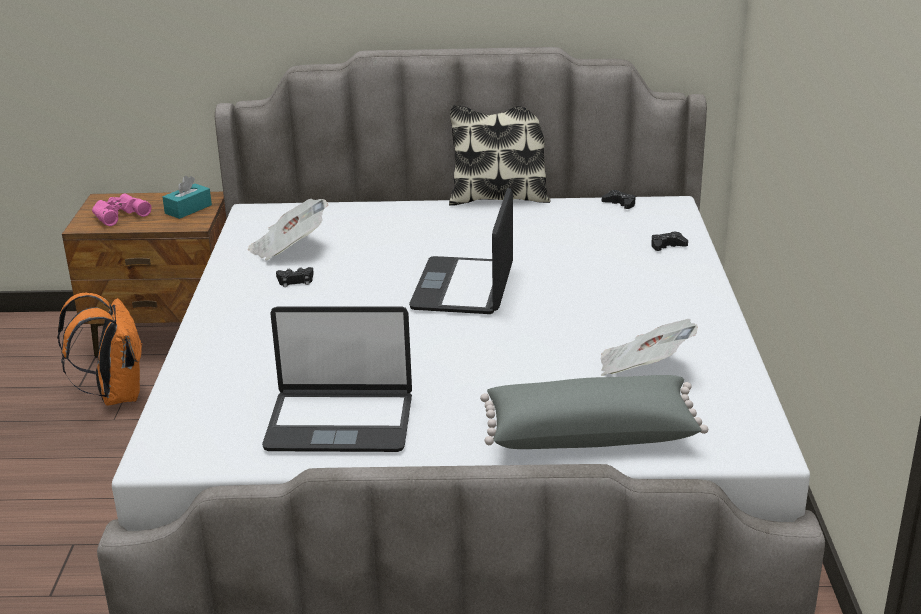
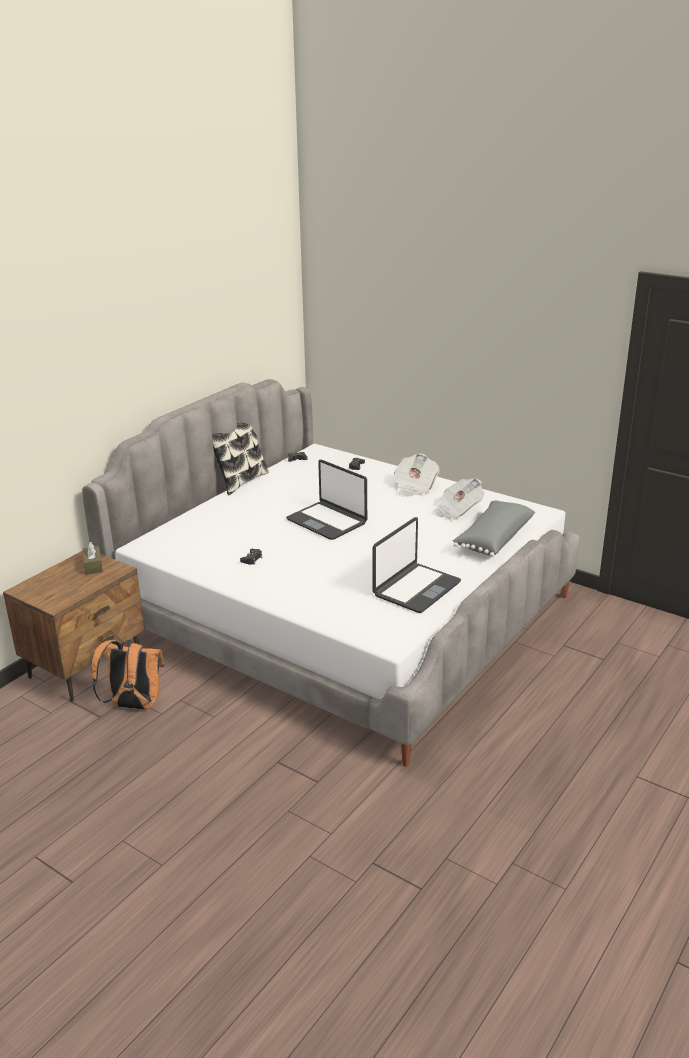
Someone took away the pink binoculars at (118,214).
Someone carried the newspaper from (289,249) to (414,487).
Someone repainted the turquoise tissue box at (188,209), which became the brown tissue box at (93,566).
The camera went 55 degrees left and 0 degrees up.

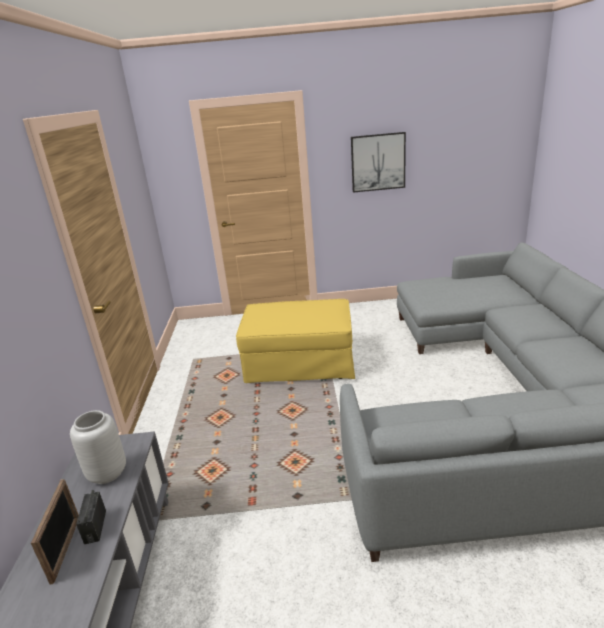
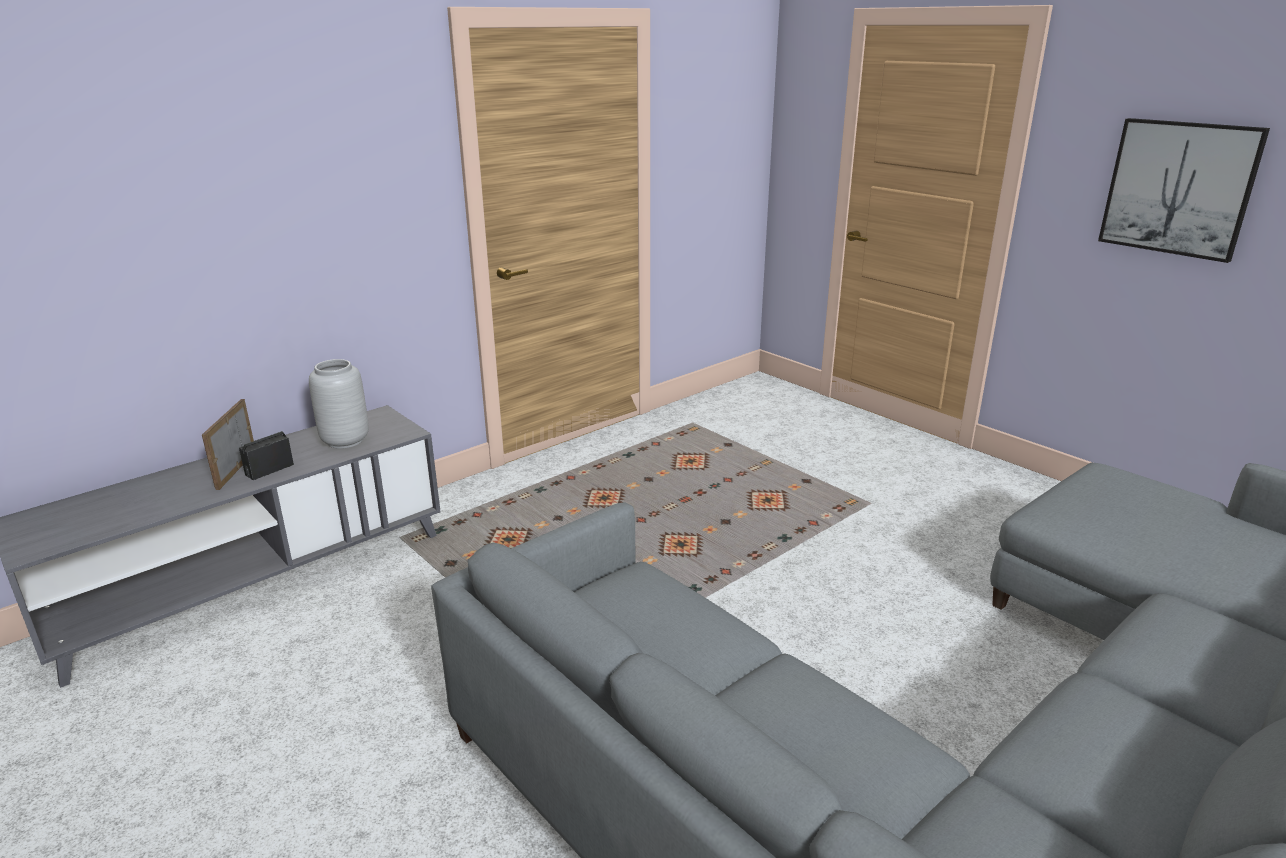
Someone took away the yellow ottoman at (299,363).
Someone rotated the picture frame at (66,548) by 135 degrees clockwise.
The camera went 50 degrees right and 0 degrees up.

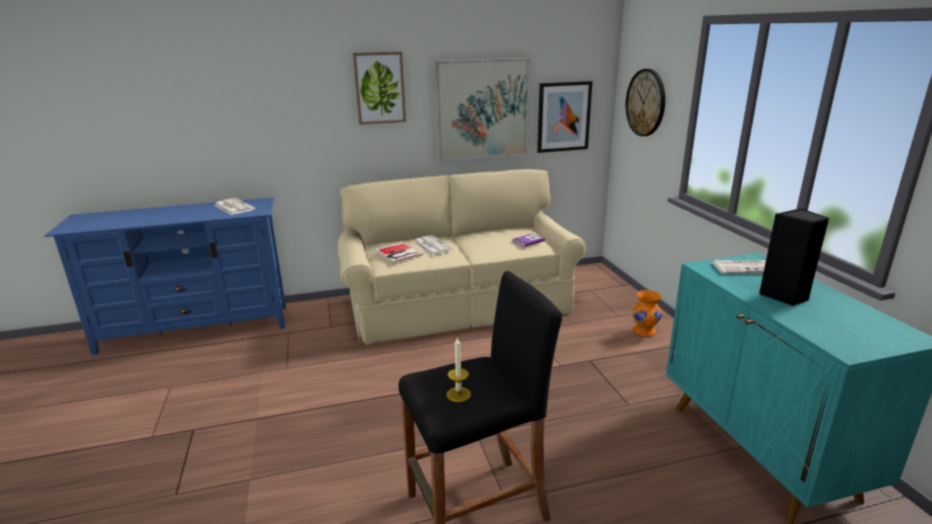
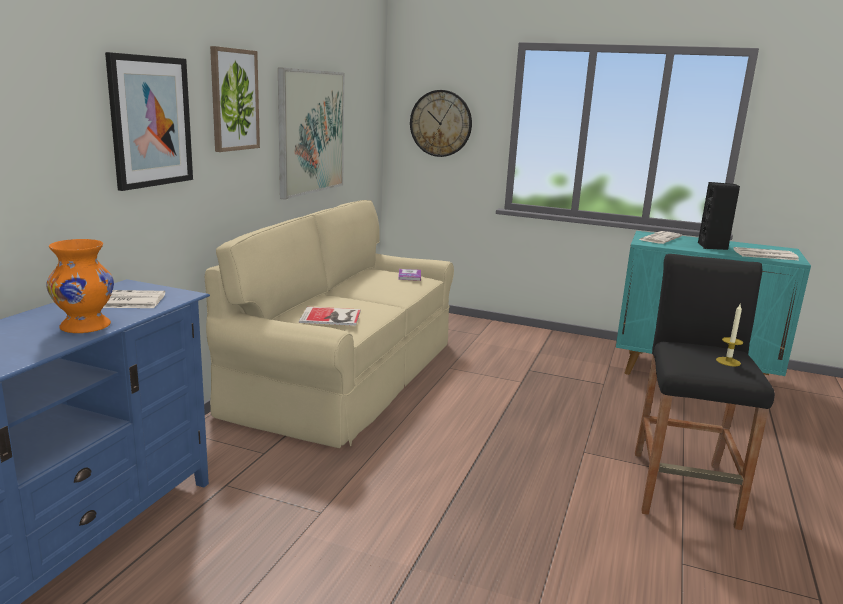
Someone carried the newspaper from (431,246) to (764,255).
Someone carried the picture from (563,116) to (150,121).
Someone carried the orange vase from (643,331) to (84,326).
The camera went 55 degrees left and 5 degrees down.

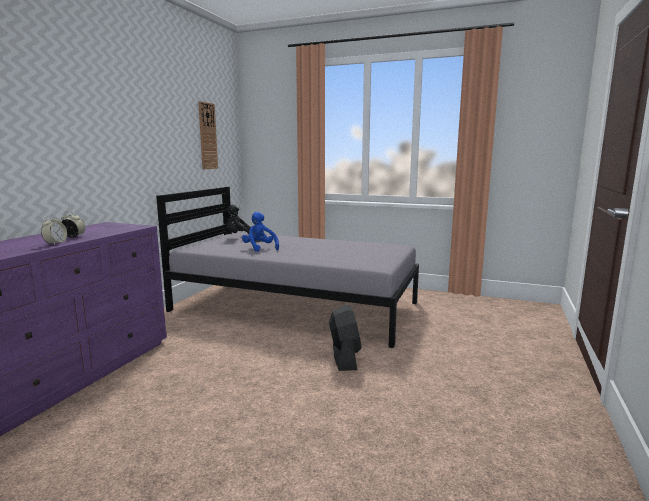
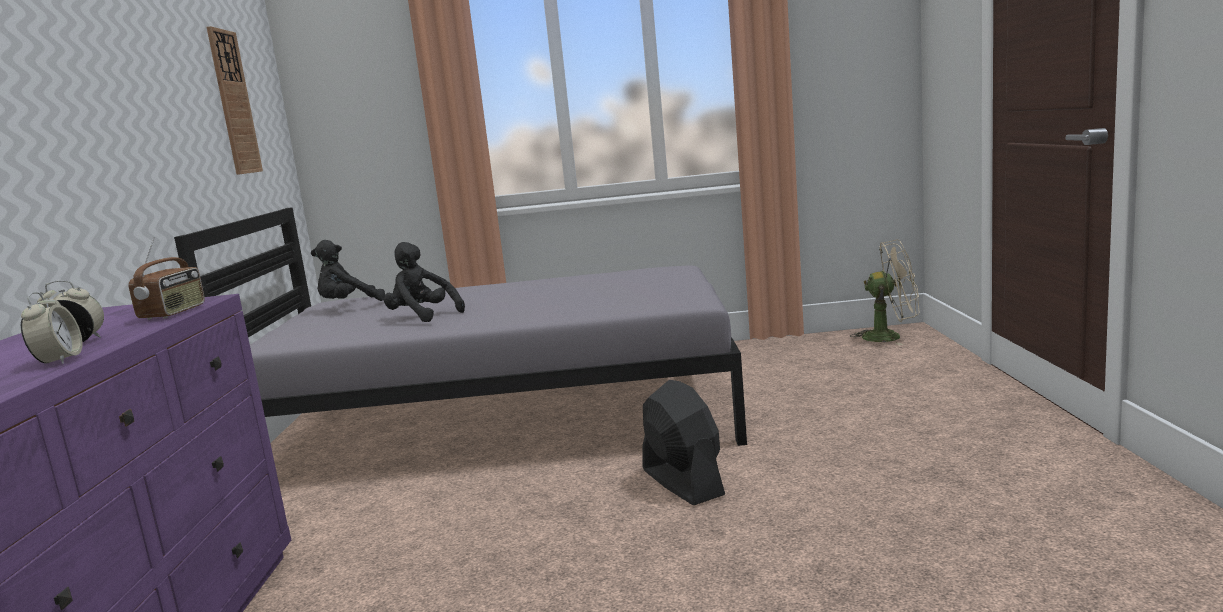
Someone put down the radio at (174,313).
Someone put down the beige fan at (890,337).
Someone repainted the blue plush toy at (260,248), which became the black plush toy at (422,317).
The camera went 20 degrees left and 0 degrees up.

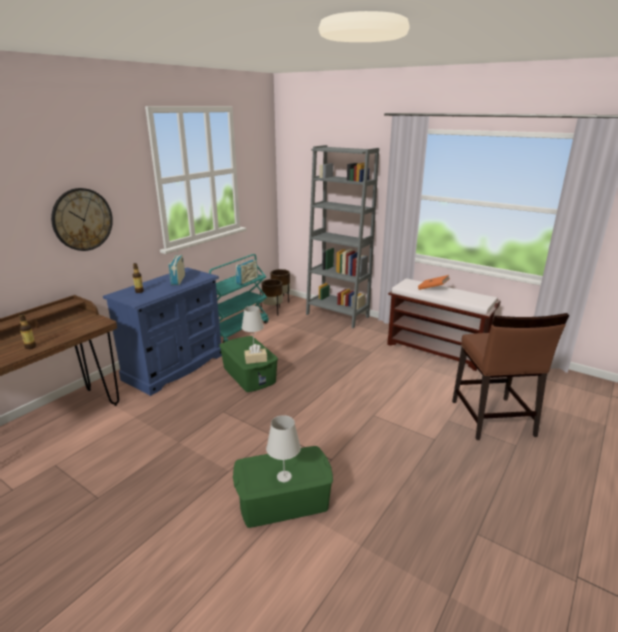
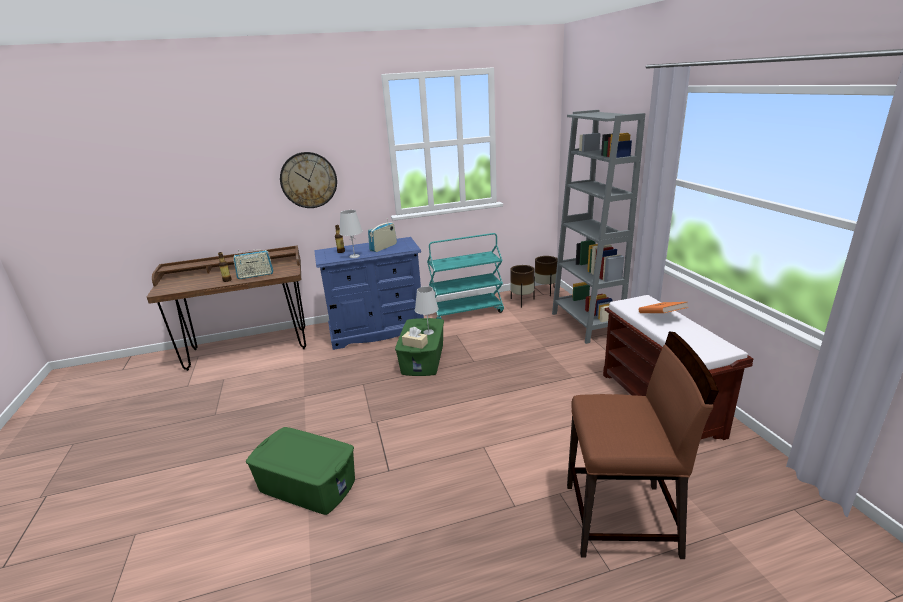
Someone carried the radio from (247,280) to (255,275).
Someone carried the white table lamp from (284,476) to (354,256).
Someone rotated the brown chair at (492,418) by 120 degrees counterclockwise.
The camera went 40 degrees right and 0 degrees up.

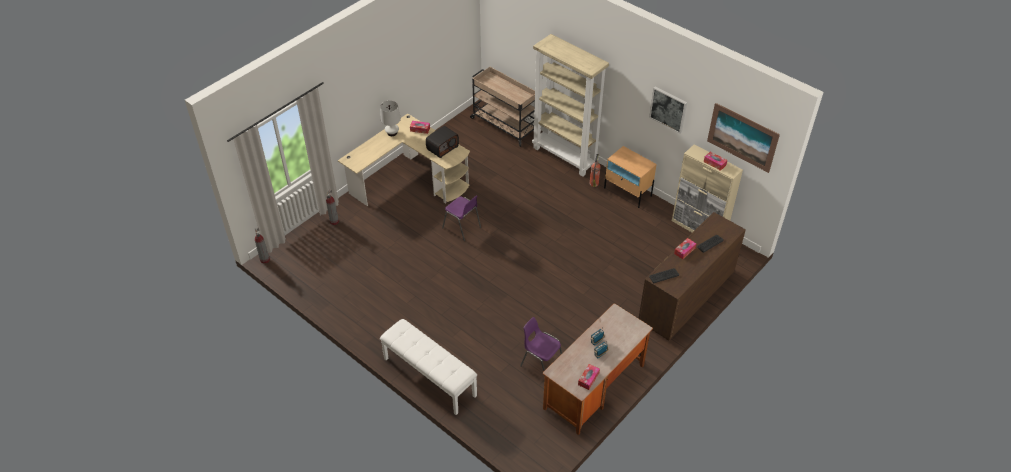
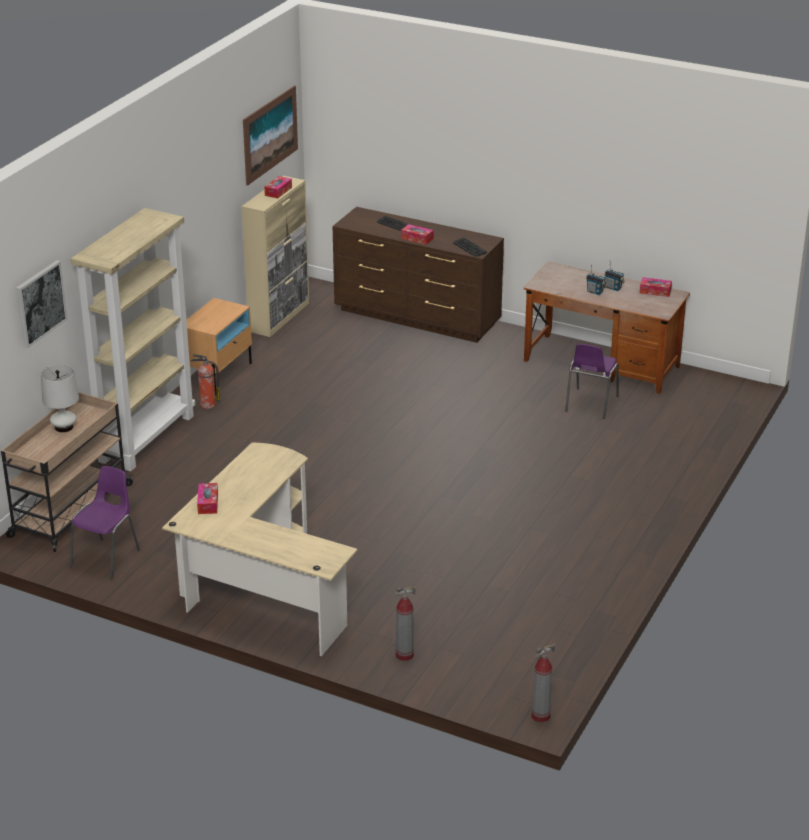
Someone took away the white bench at (429,377).
Someone took away the radio at (442,148).
Someone carried the white table lamp from (392,133) to (64,427).
Someone carried the purple chair from (462,228) to (107,558).
Someone carried the picture from (668,109) to (40,303).
The camera went 105 degrees left and 15 degrees down.

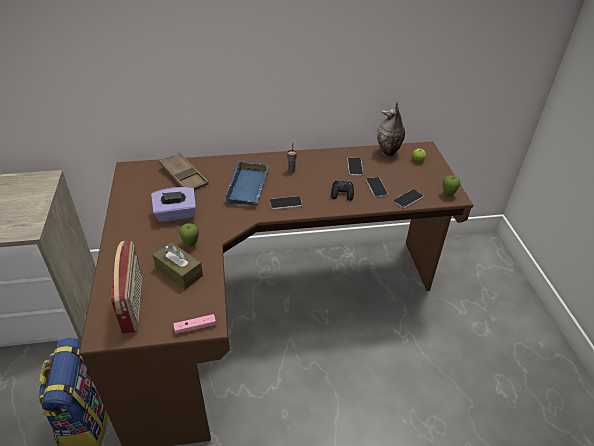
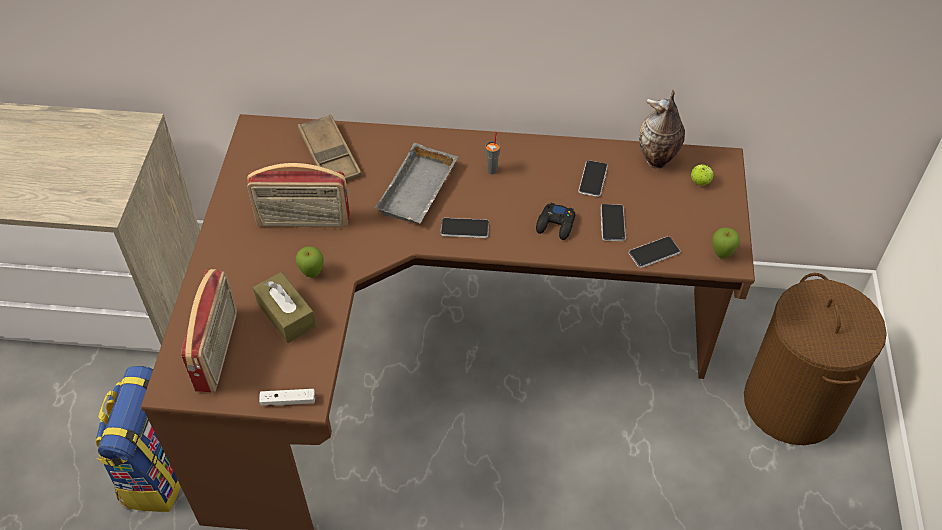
Someone put down the brown laundry basket at (792,404).
Someone swapped the purple tissue box at (176,215) for the radio at (303,221).
Someone repainted the pink game controller at (195,327), which became the white game controller at (288,401).
Someone repainted the blue tray at (249,188), which became the grey tray at (419,192).
The camera went 15 degrees right and 10 degrees up.

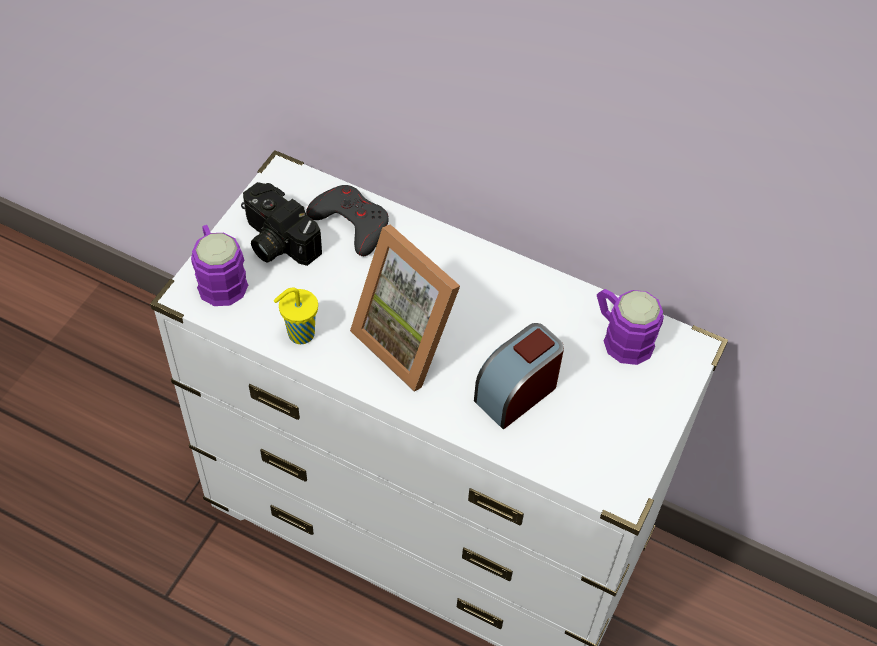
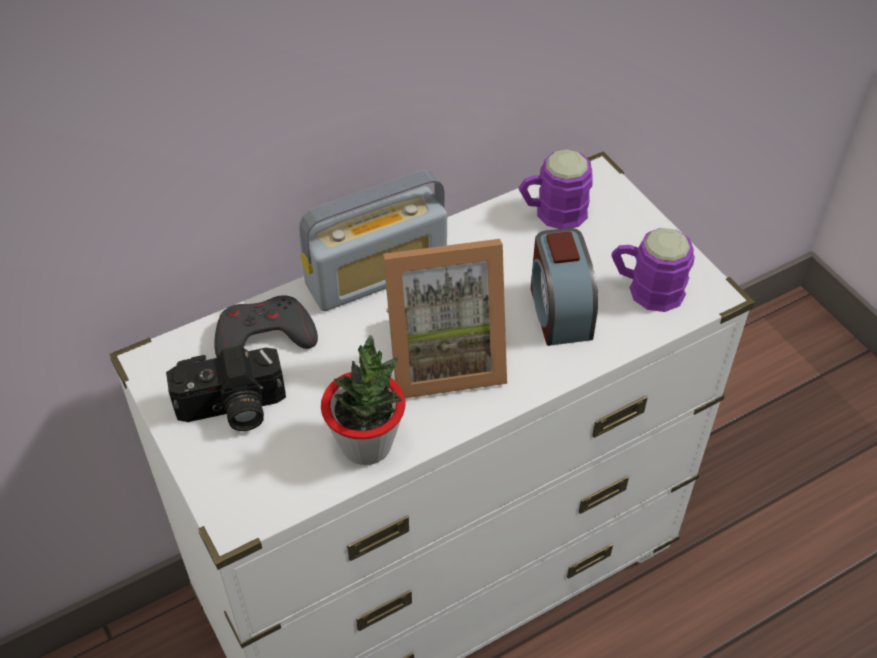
Someone put down the radio at (376,275).
Someone carried the purple mug from (219,278) to (646,289).
Someone swapped the yellow cup at (299,334) for the potted plant at (367,444).
The camera went 55 degrees left and 5 degrees down.

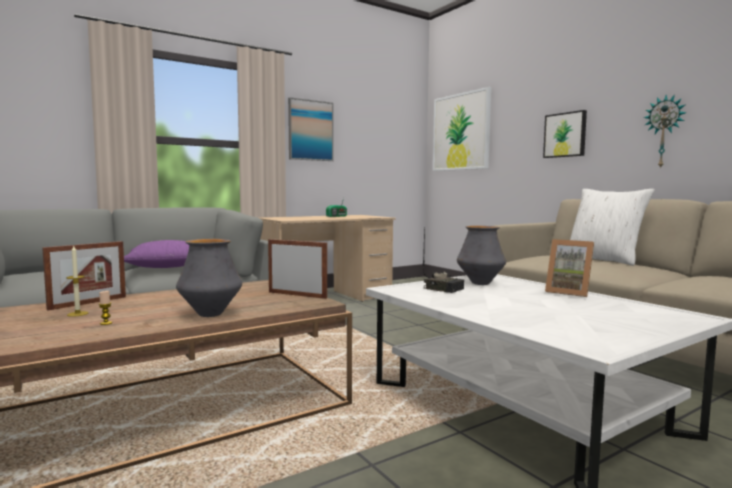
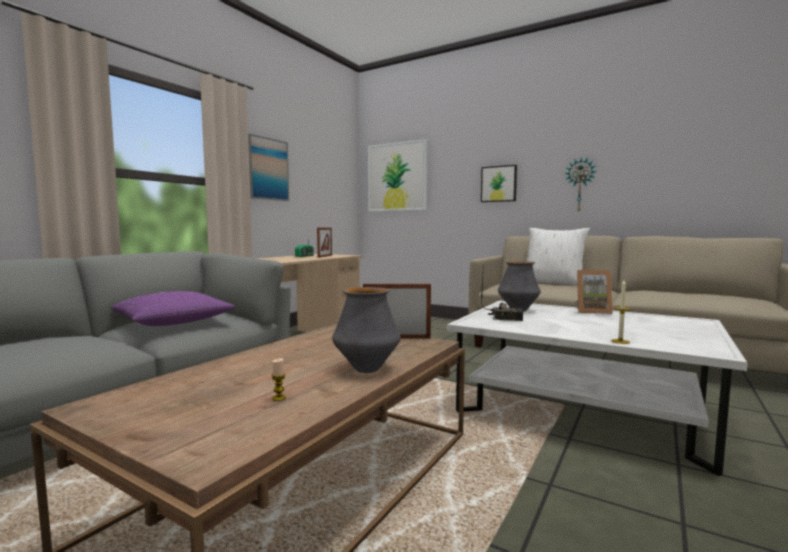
Someone carried the picture frame from (88,303) to (325,256).
Someone carried the candle from (77,314) to (620,341).
The camera went 25 degrees left and 0 degrees up.

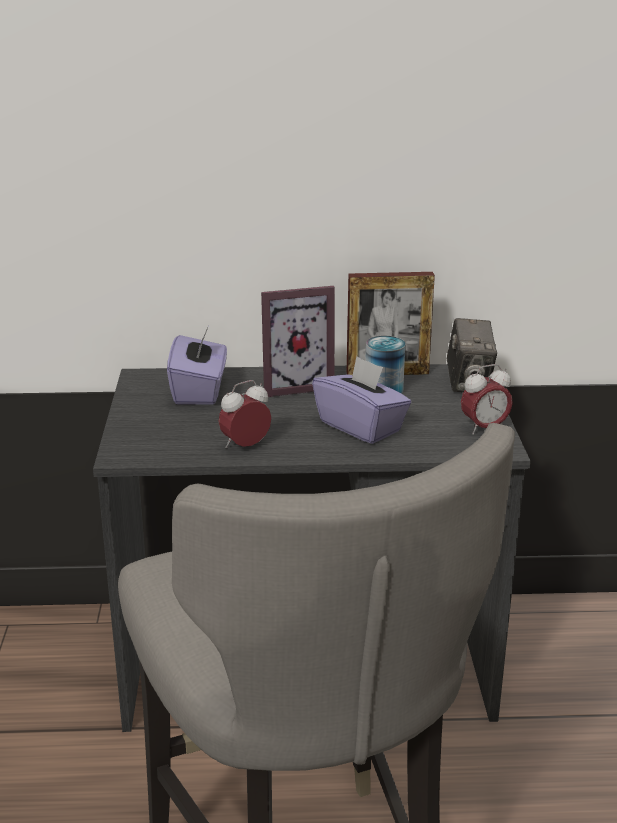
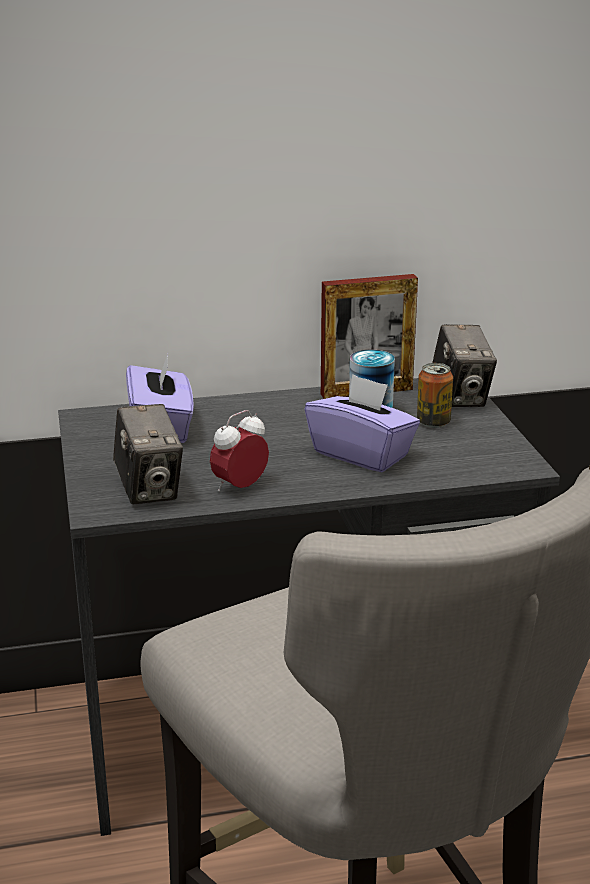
Someone took away the picture frame at (294,385).
Someone took away the alarm clock at (484,428).
Someone put down the photo camera at (149,489).
Someone put down the can at (433,422).
The camera went 10 degrees left and 0 degrees up.

